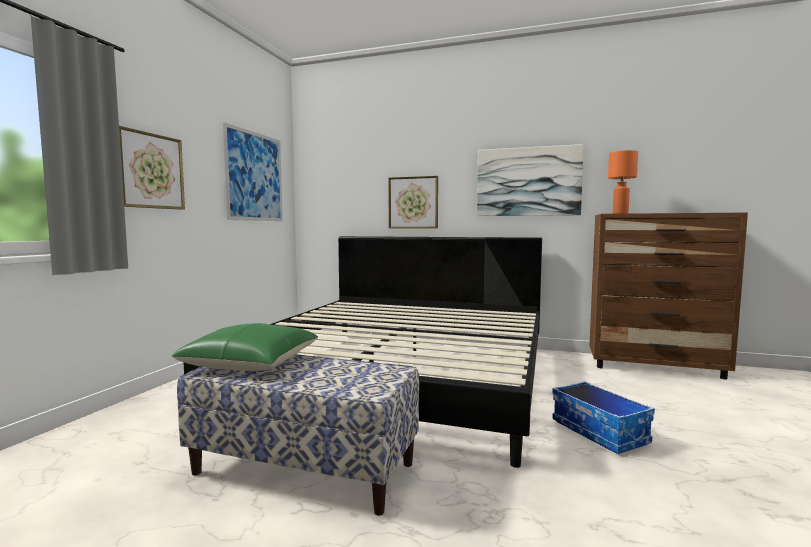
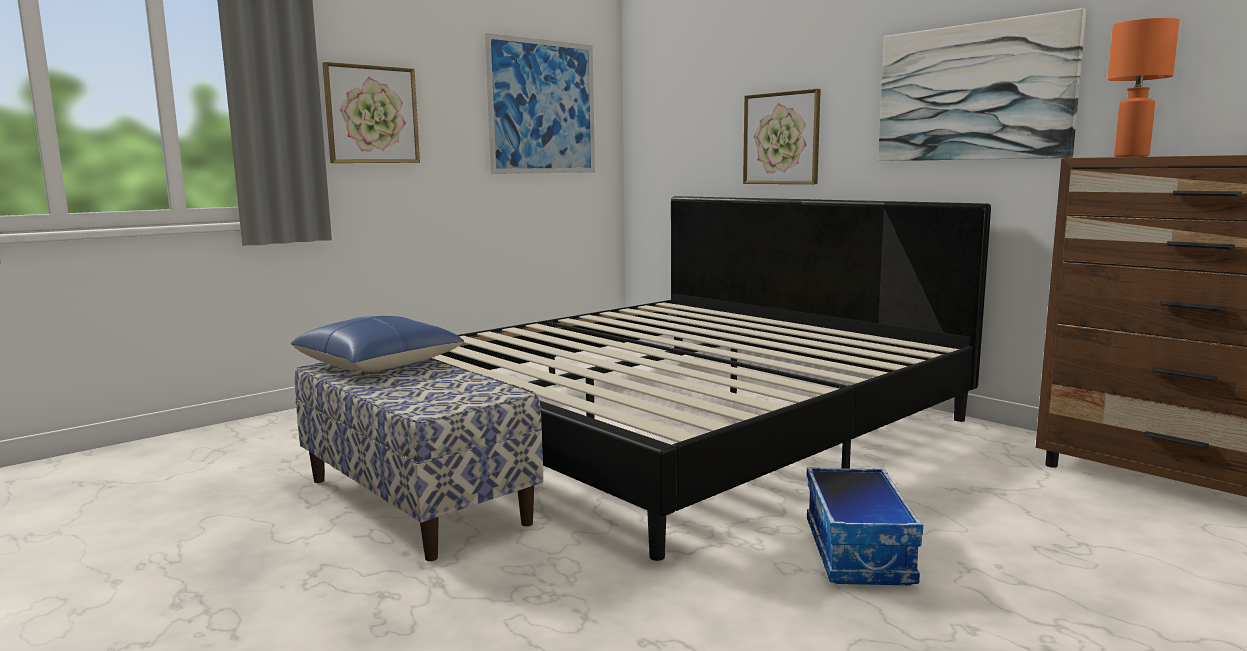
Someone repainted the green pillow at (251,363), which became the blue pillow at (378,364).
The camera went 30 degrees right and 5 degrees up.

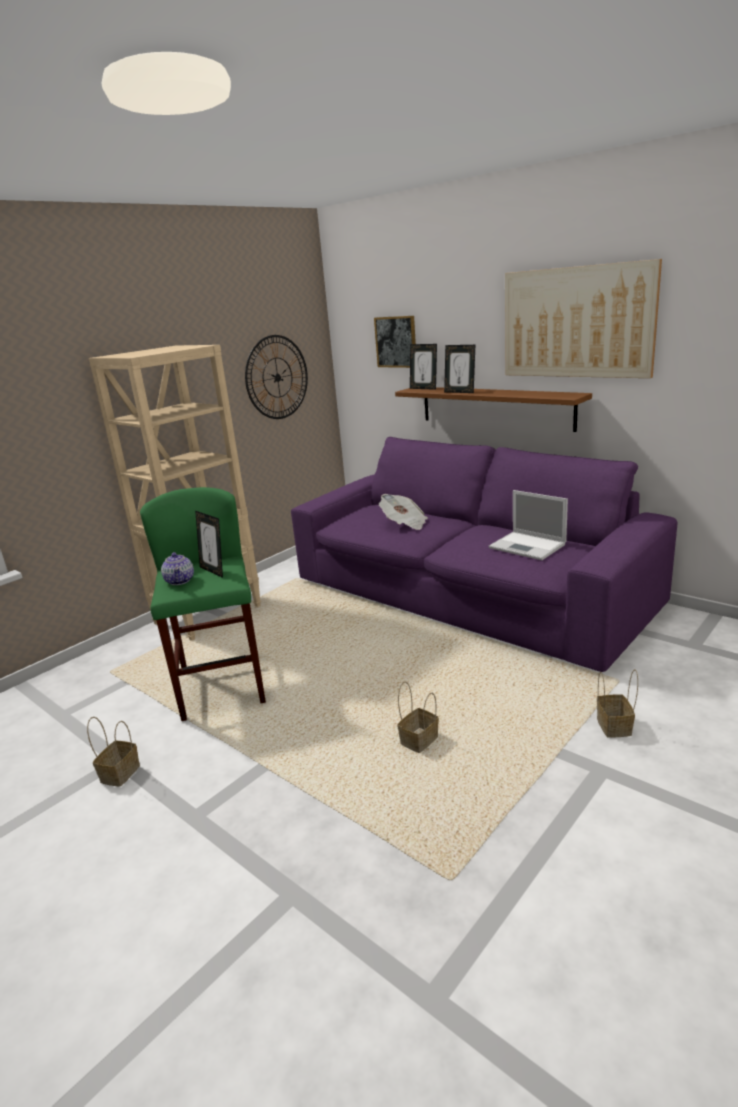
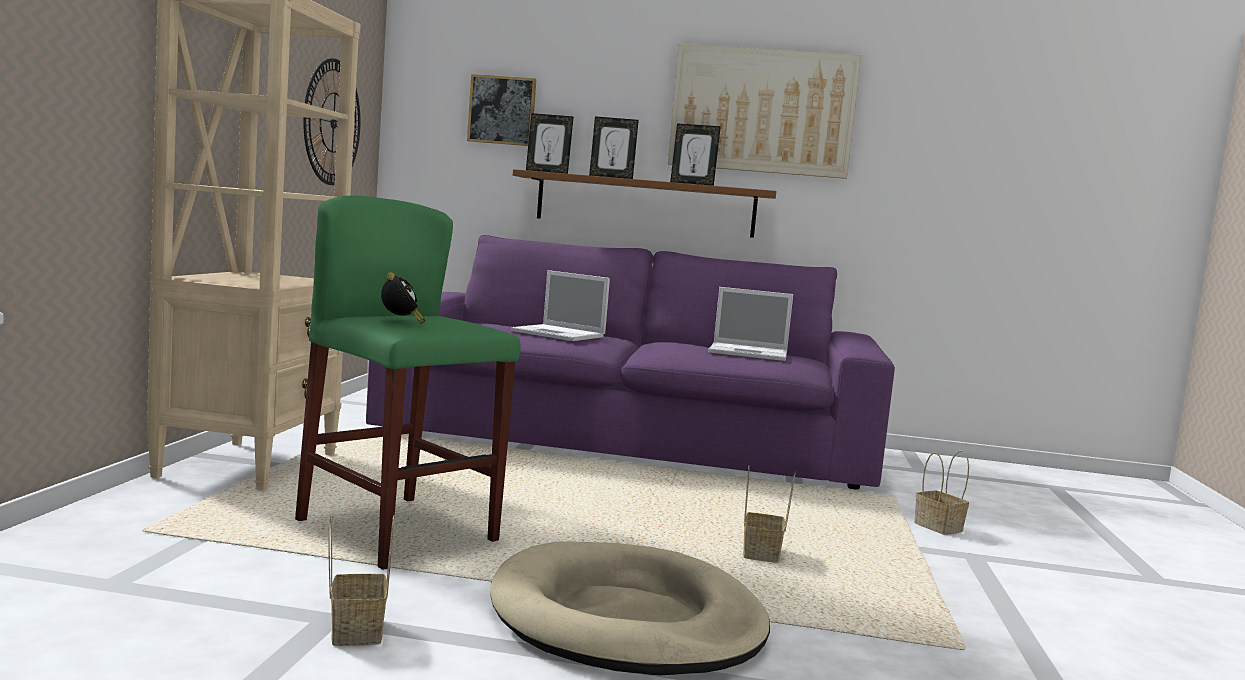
Someone put down the beige dog bed at (626,620).
Someone carried the picture frame from (214,571) to (692,184).
Someone swapped the teapot at (180,580) for the alarm clock at (401,322).
Someone swapped the newspaper at (404,524) for the laptop at (560,334).
The camera went 35 degrees left and 15 degrees down.

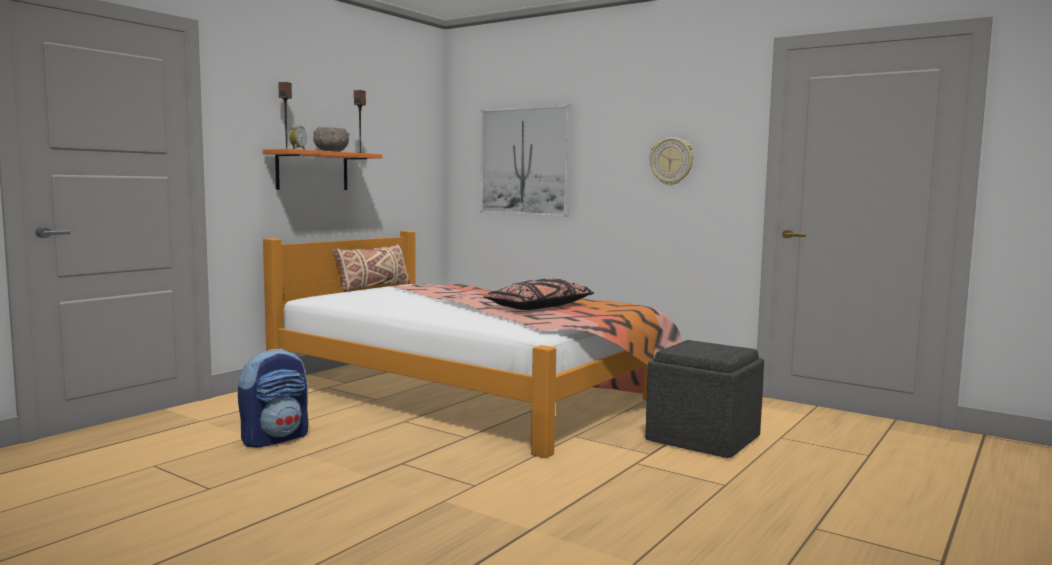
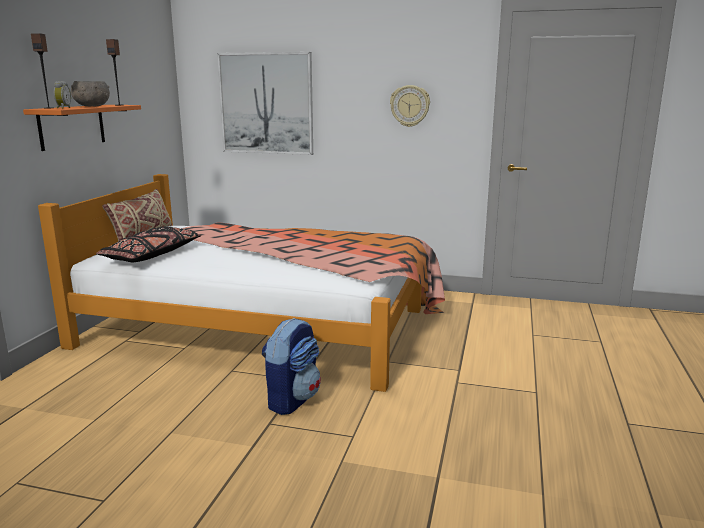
Someone took away the grey ottoman at (702,438).
Someone carried the backpack from (275,438) to (292,399).
Someone carried the black pillow from (539,307) to (152,255).
The camera went 20 degrees left and 10 degrees up.

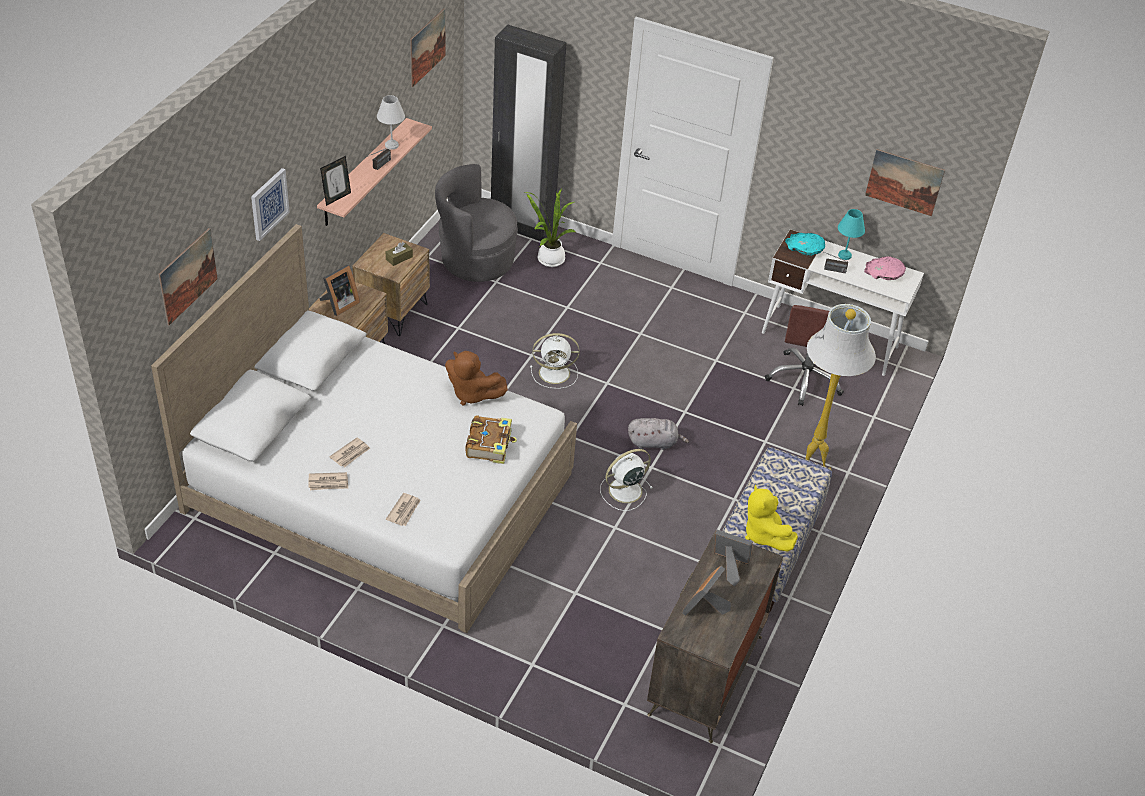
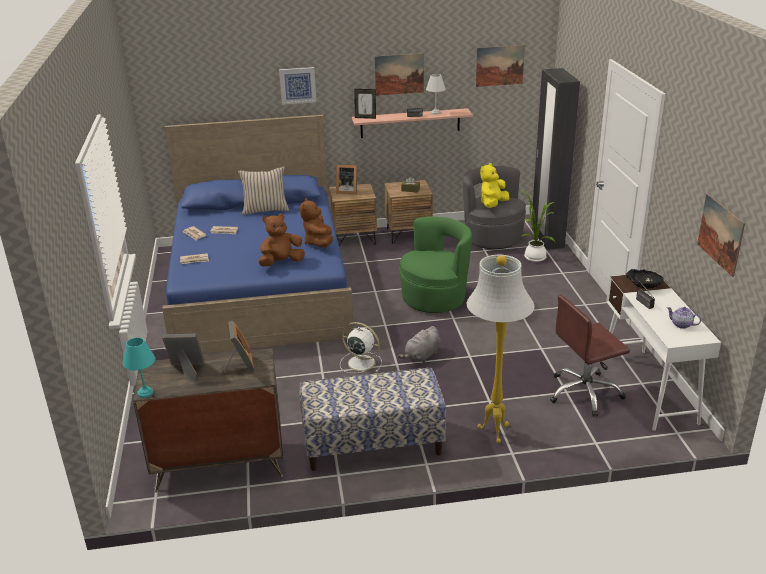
Someone put down the beige pillow at (265,210).
Someone carried the picture from (188,276) to (399,74).
Someone carried the yellow plush toy from (764,534) to (493,204).
Someone carried the turquoise table lamp from (845,255) to (145,393).
Someone swapped the book at (490,444) for the brown plush toy at (281,263).
Someone swapped the white fan at (556,373) for the green armchair at (435,298).
Someone swapped the pink bowl at (883,274) for the teapot at (681,325).
Someone repainted the white bed at (381,491), which became the blue bed at (261,287).
Someone repainted the turquoise bowl at (804,249), which became the black bowl at (644,284).
Someone rotated the grey plush toy at (654,443) by 75 degrees clockwise.
The camera went 60 degrees right and 15 degrees down.

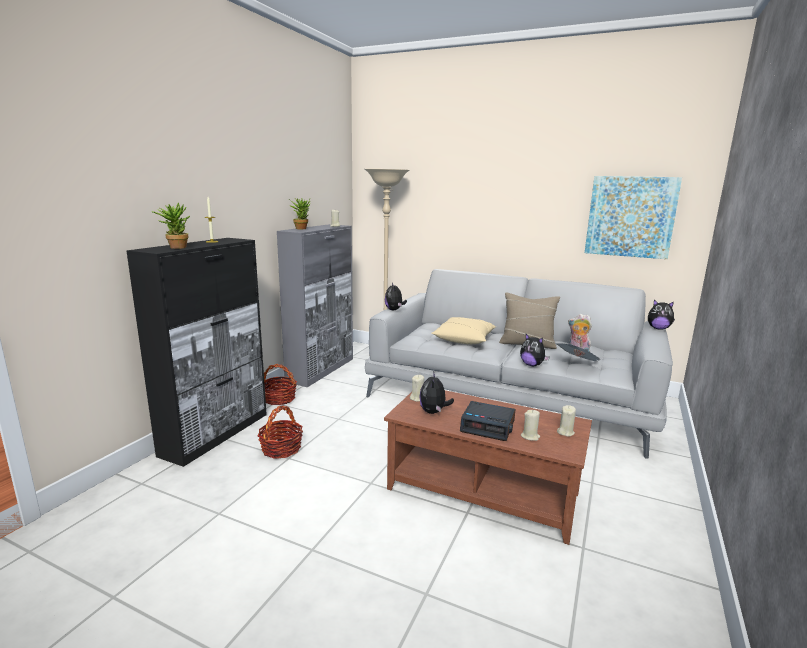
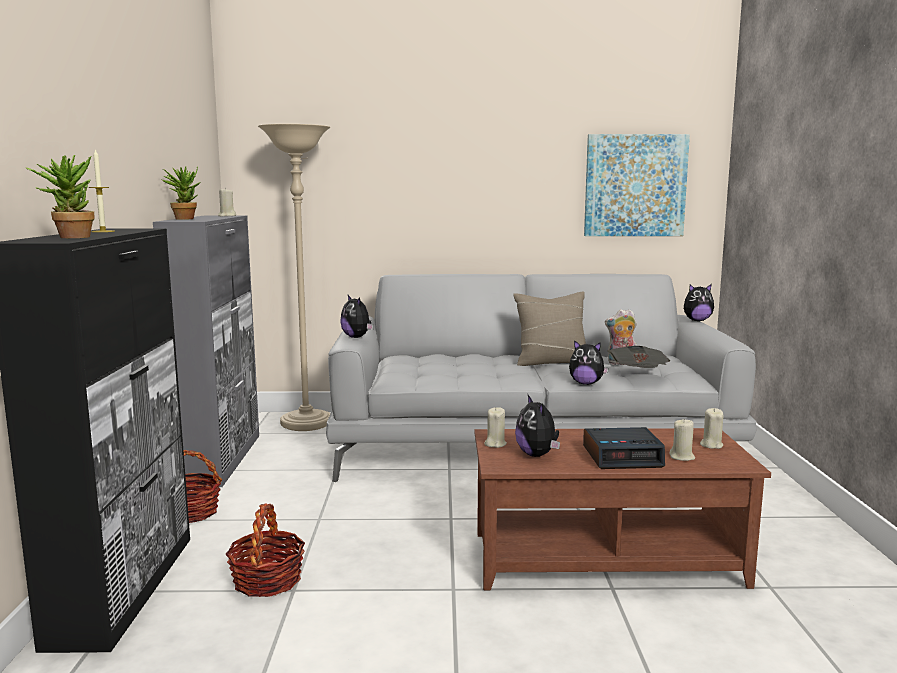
Someone took away the beige pillow at (464,339).
The camera went 25 degrees left and 5 degrees down.

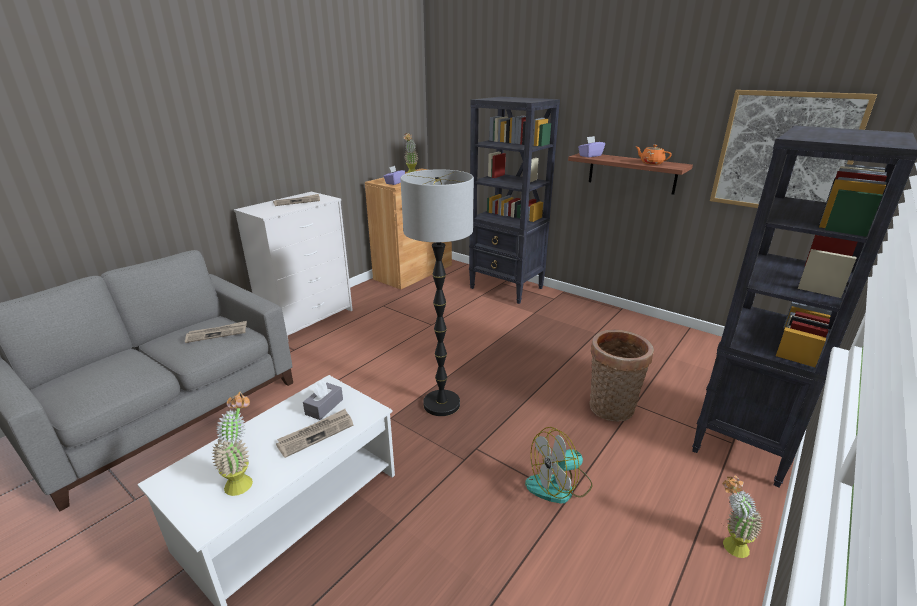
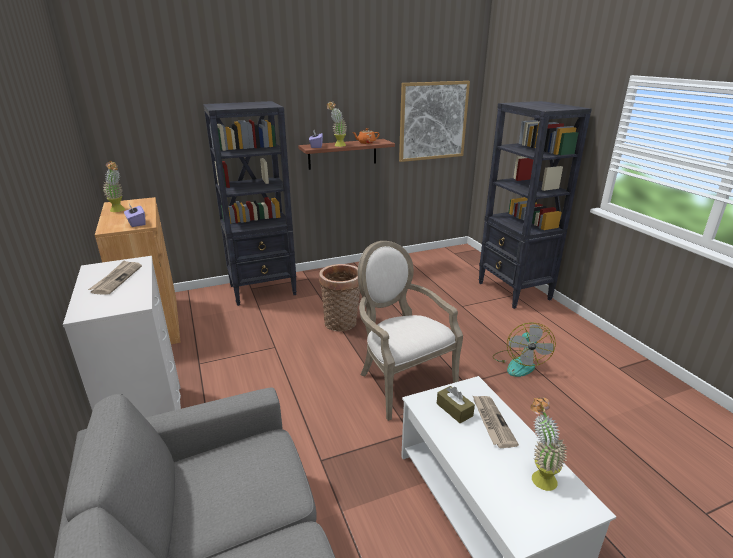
Someone took away the newspaper at (217,333).
Someone carried the basket from (611,410) to (342,324).
Someone carried the potted plant from (728,545) to (337,146).
Someone swapped the floor lamp at (442,404) for the armchair at (401,381).
Someone repainted the grey tissue box at (324,407), which became the brown tissue box at (454,410).
The camera went 60 degrees left and 0 degrees up.

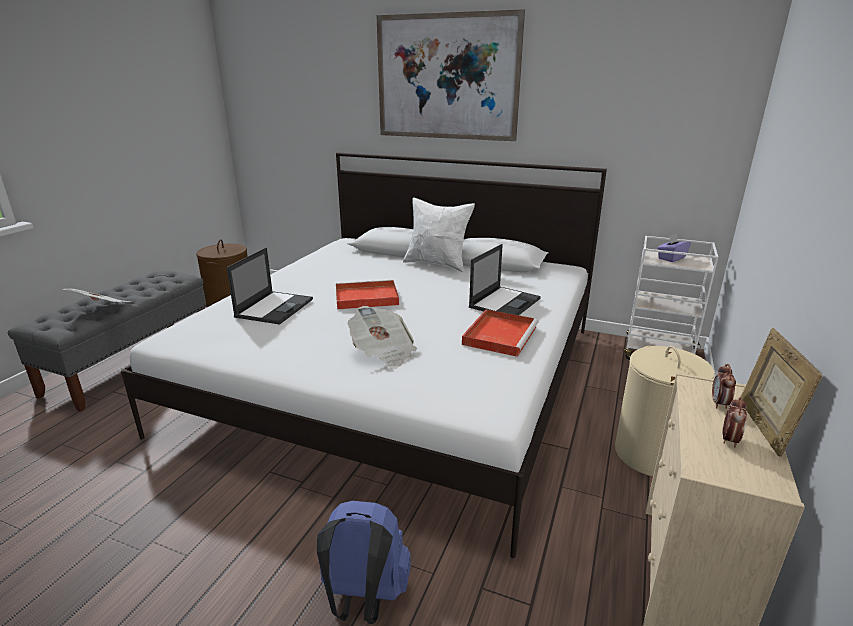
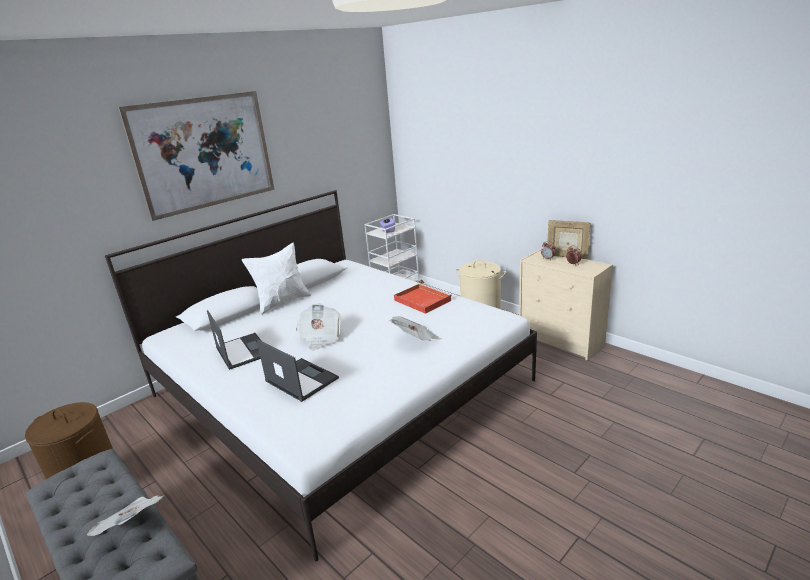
Someone took away the blue backpack at (364,600).
Someone carried the laptop from (505,302) to (242,351).
Someone swapped the red tray at (365,298) for the newspaper at (320,337).
The camera went 65 degrees left and 0 degrees up.

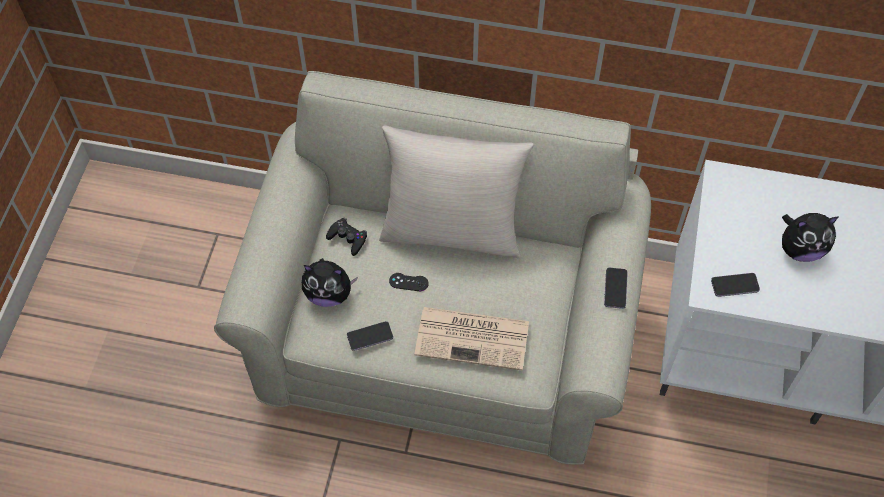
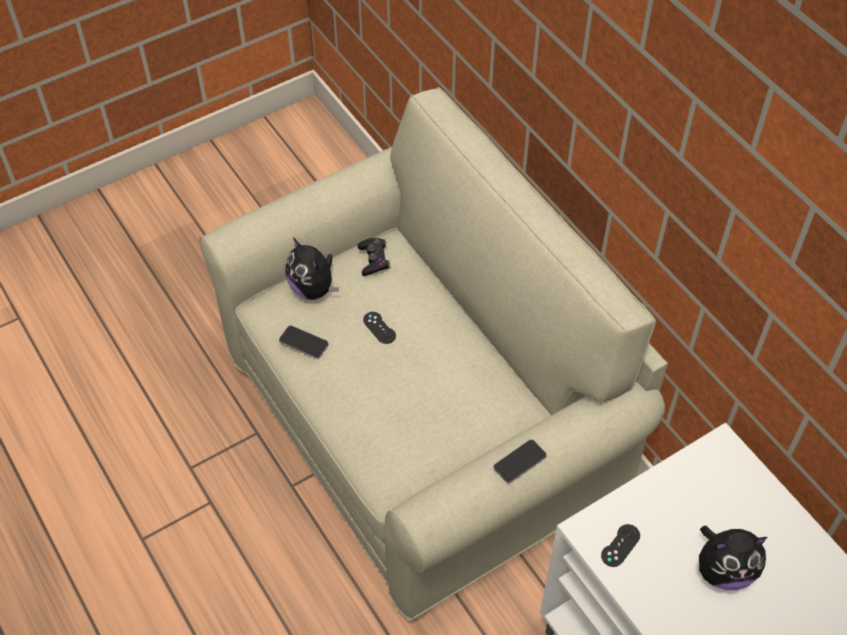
Someone took away the beige pillow at (452,230).
Someone took away the newspaper at (474,338).
Someone swapped the phone at (734,285) for the black game controller at (620,545).
Someone rotated the plush toy at (800,249) by 45 degrees counterclockwise.
The camera went 45 degrees right and 5 degrees down.

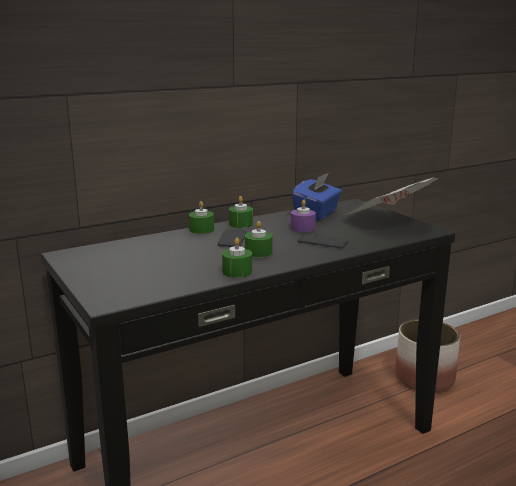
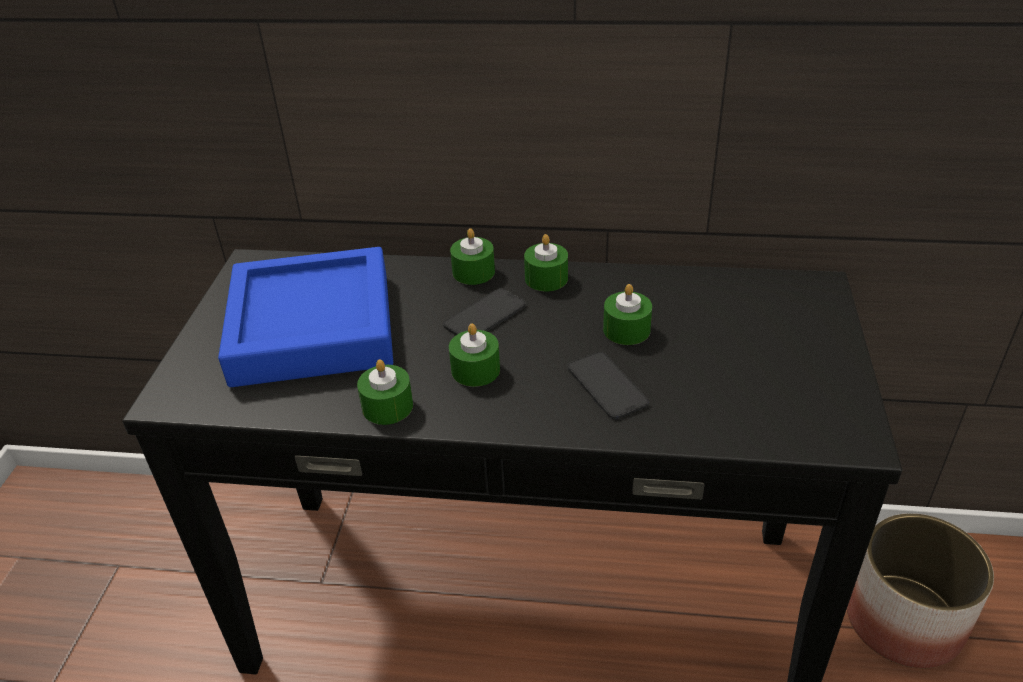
Someone took away the blue tissue box at (317,214).
Someone took away the newspaper at (387,221).
Someone put down the blue tray at (313,328).
Someone repainted the purple candle at (303,228), which became the green candle at (626,330).
The camera went 40 degrees right and 20 degrees up.

